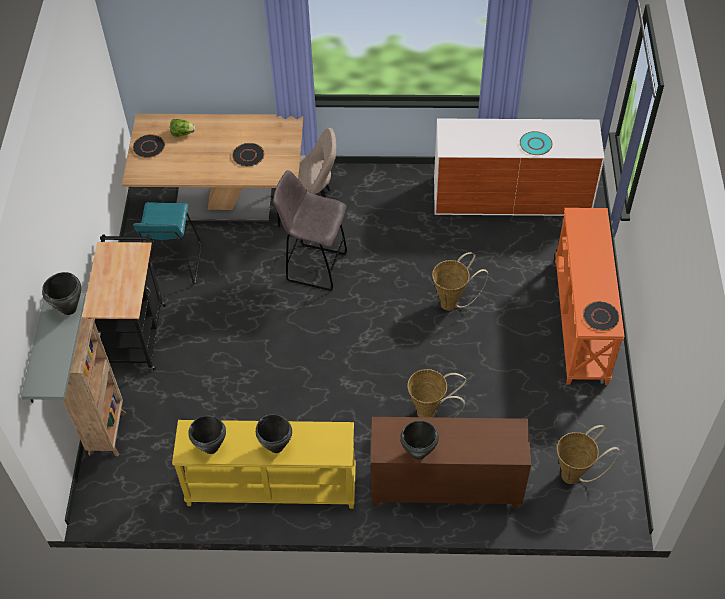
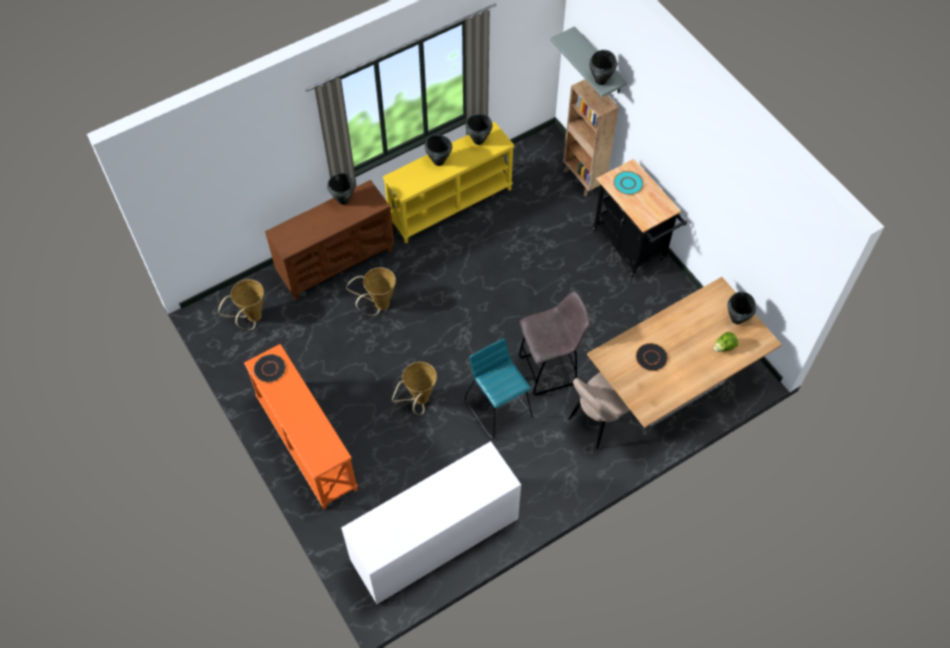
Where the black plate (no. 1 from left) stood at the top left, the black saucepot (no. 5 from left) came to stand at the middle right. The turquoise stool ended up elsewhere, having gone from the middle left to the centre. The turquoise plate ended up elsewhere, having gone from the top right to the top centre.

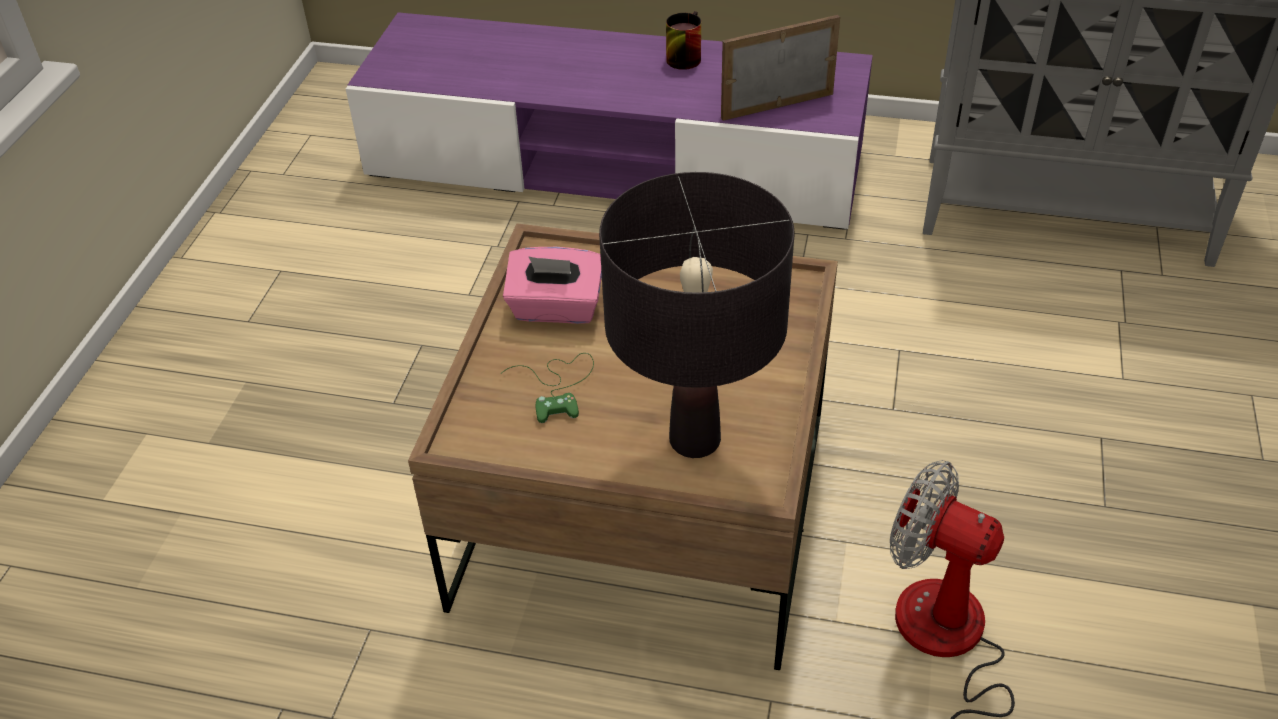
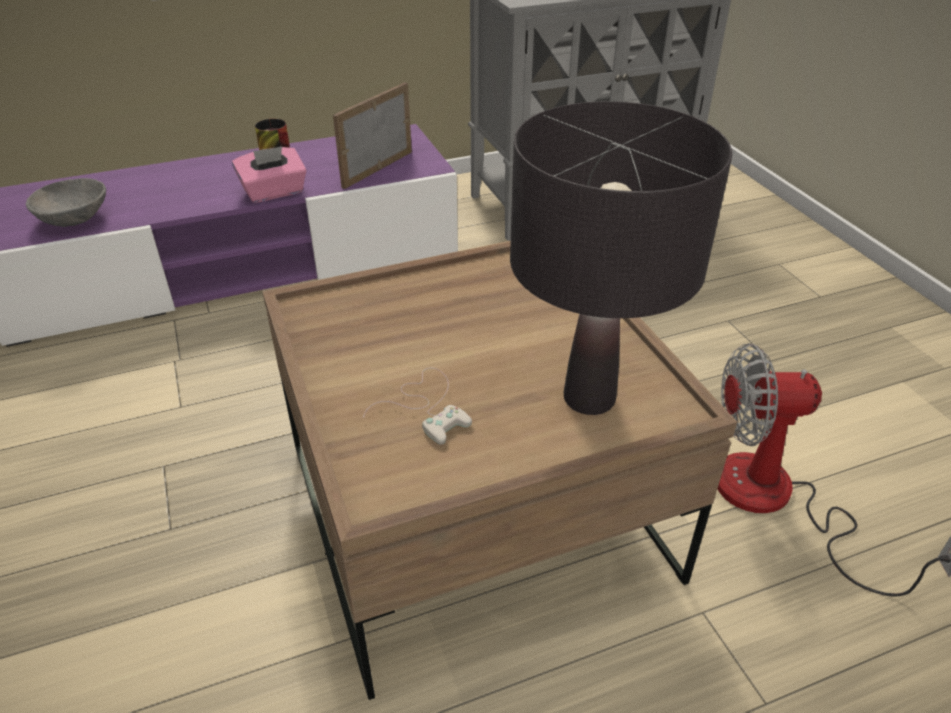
What was the green-coloured game controller at the centre turned into the whitish game controller at the centre. The pink box of tissues ended up elsewhere, having gone from the centre to the top left. The second view gained the gray serving bowl at the top left.

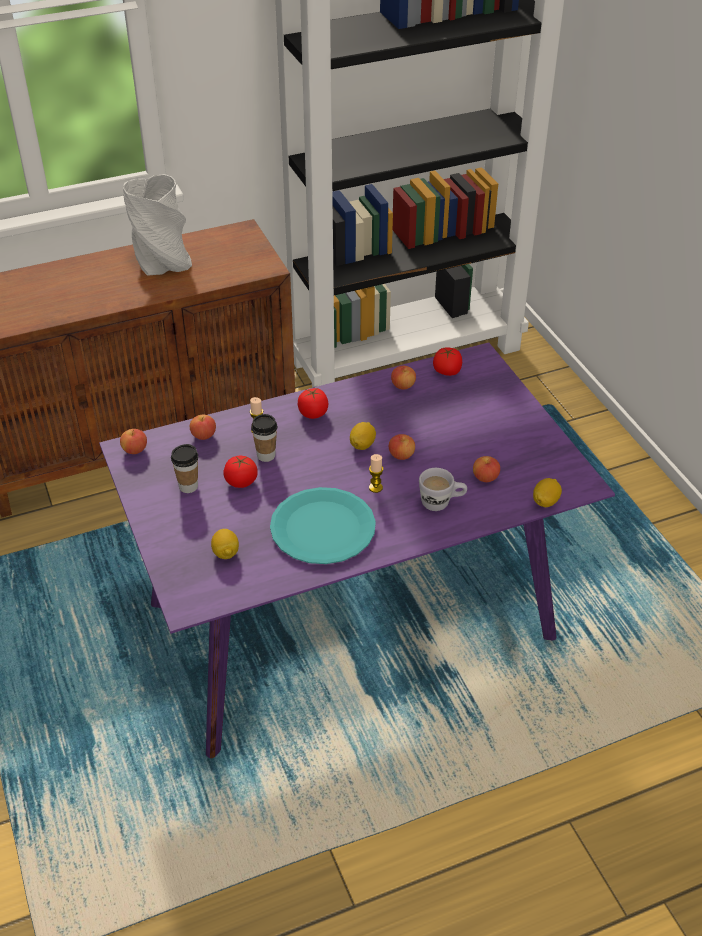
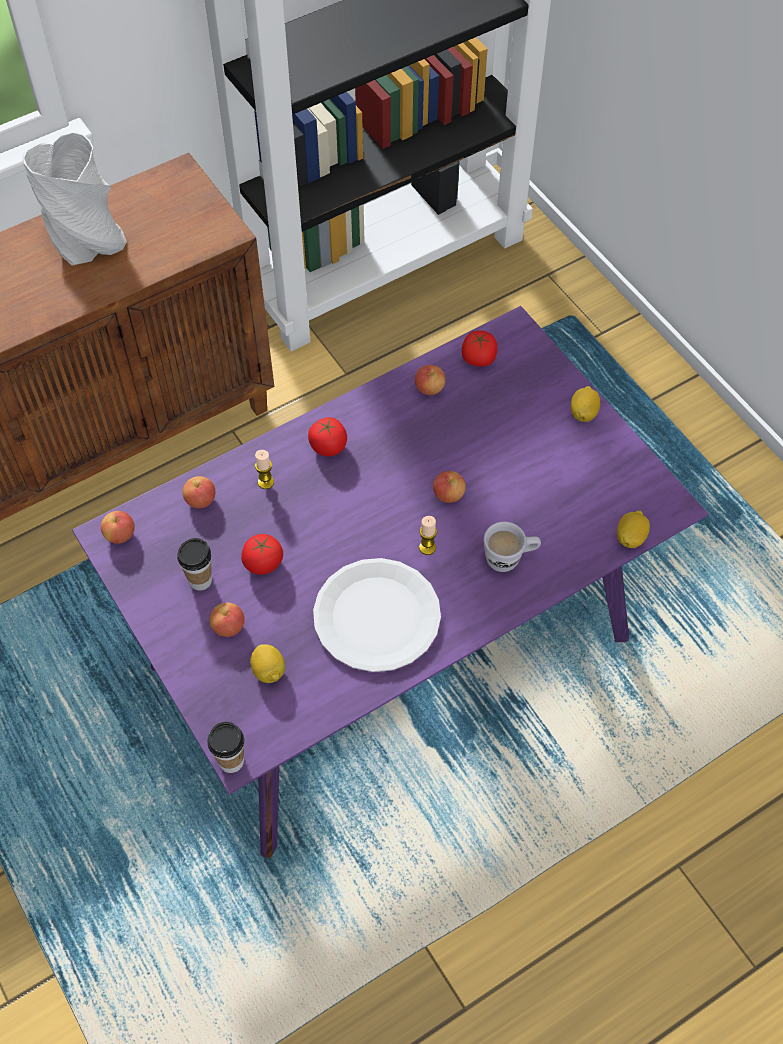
The cup (no. 2 from left) ended up elsewhere, having gone from the centre to the bottom left. What was the turquoise plate at the centre turned into the whitish plate at the centre. The lemon (no. 2 from left) ended up elsewhere, having gone from the centre to the middle right. The apple fruit (no. 5 from left in the first image) ended up elsewhere, having gone from the middle right to the middle left.

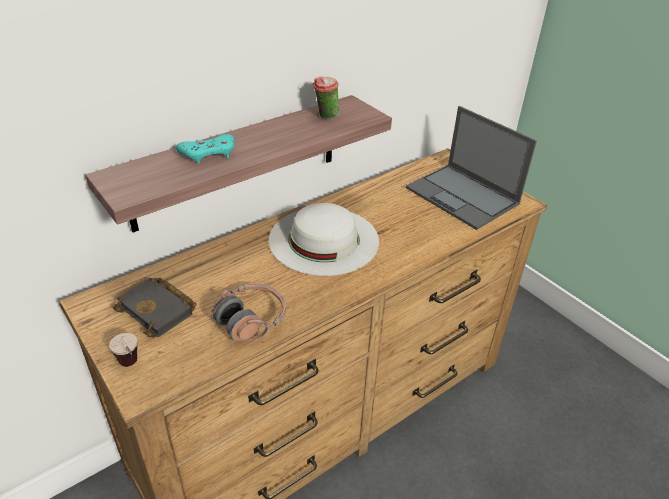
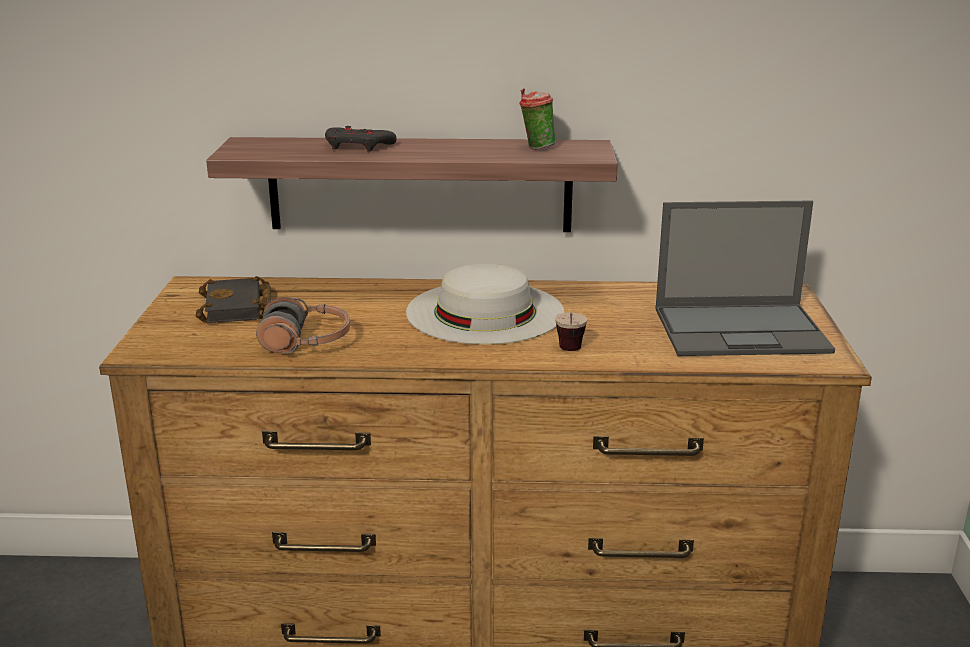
The cup (no. 1 from left in the first image) ended up elsewhere, having gone from the bottom left to the centre. What was the turquoise game controller at the top left turned into the gray game controller at the top centre. The laptop at the middle right ended up facing another way, 90 degrees counterclockwise from before.

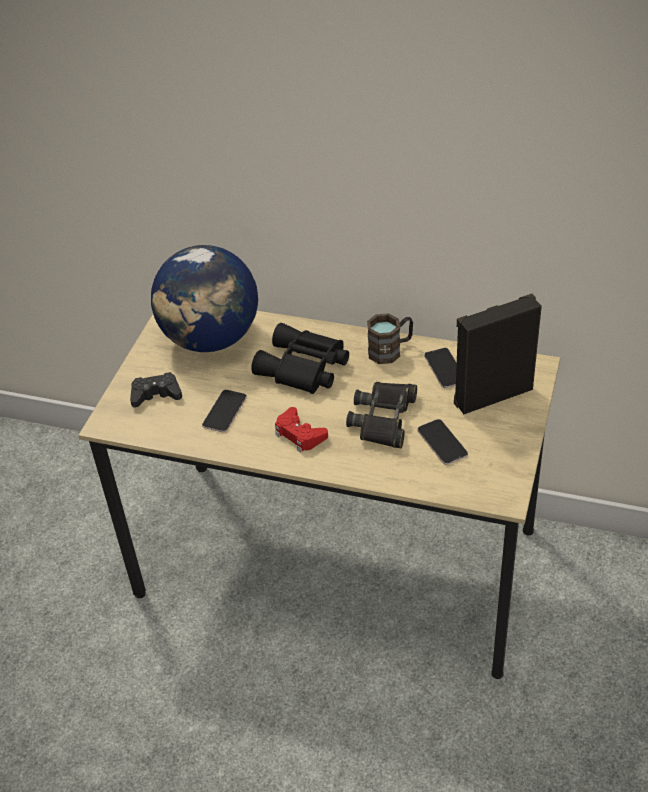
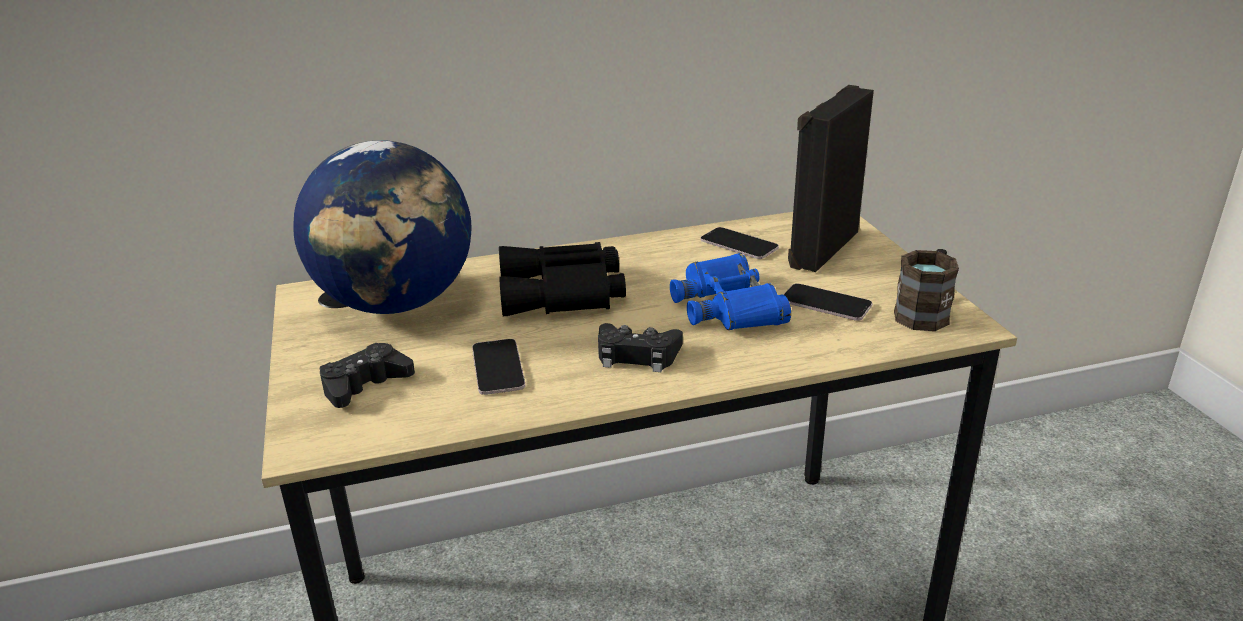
What was the reddish game controller at the centre turned into the black game controller (no. 2 from left) at the centre. What was the black field glasses (no. 2 from left) at the centre turned into the bluish field glasses at the centre. The brown tea mug ended up elsewhere, having gone from the centre to the middle right.

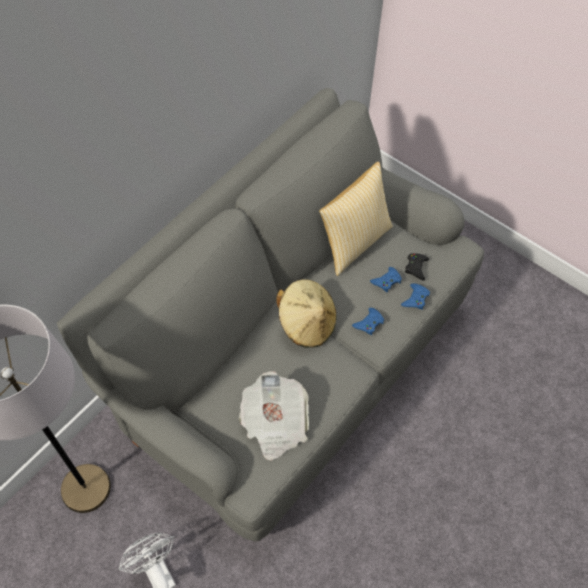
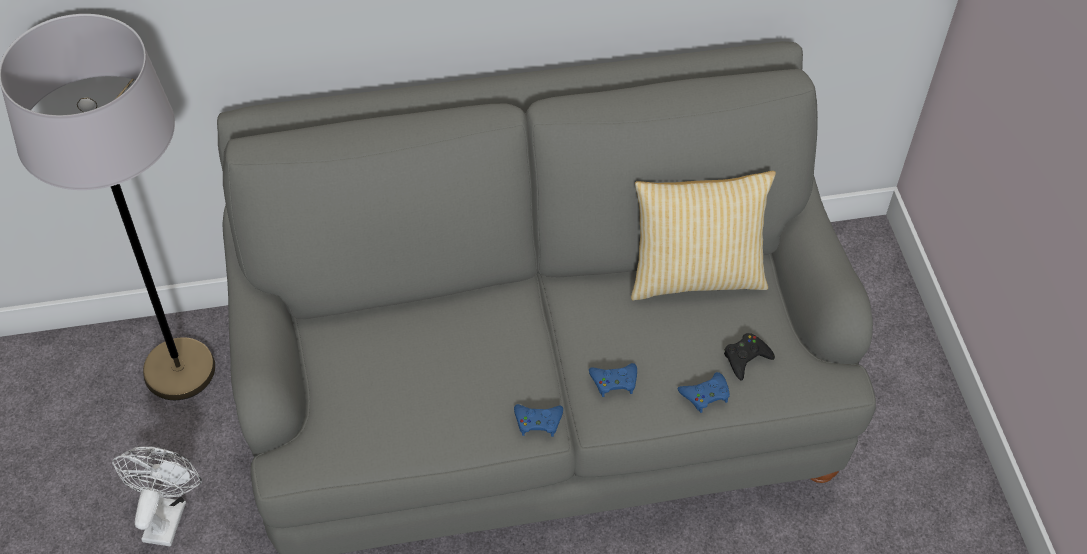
The second view lost the newspaper at the bottom centre. The second view lost the beige wearable hat at the centre. The bluish game controller (no. 2 from left in the first image) ended up elsewhere, having gone from the centre to the bottom centre.

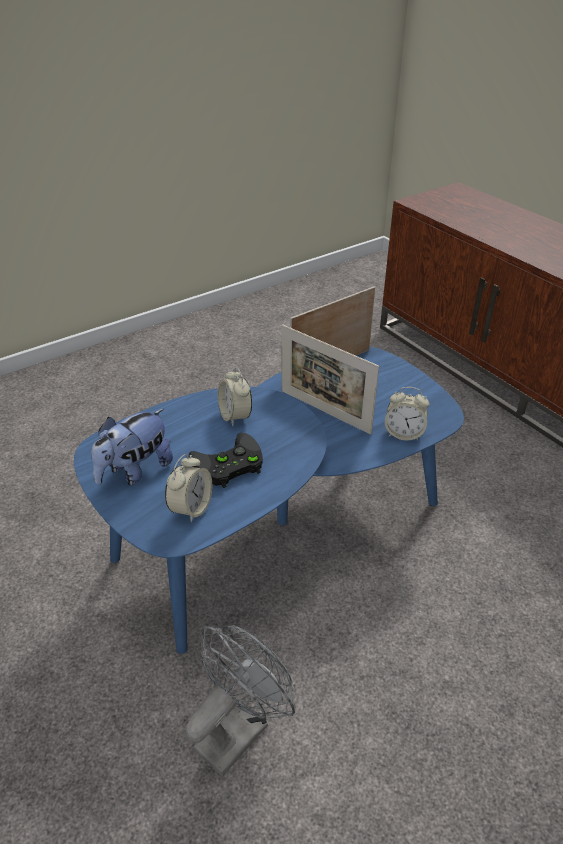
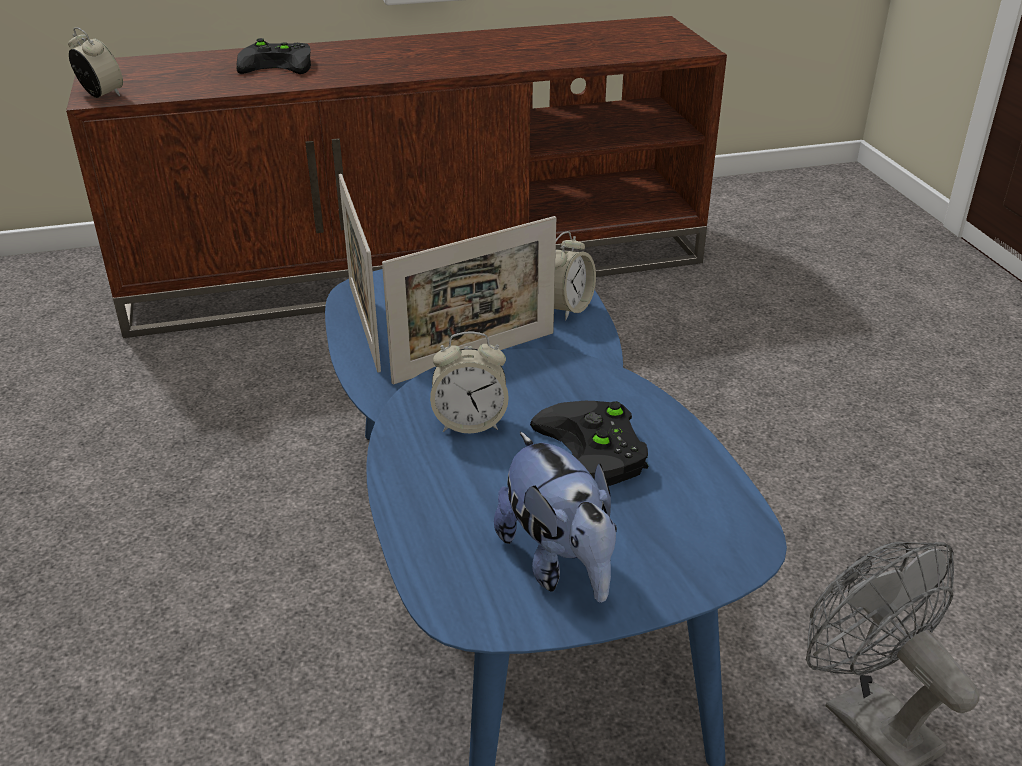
The table clock (no. 1 from left) ended up elsewhere, having gone from the centre to the top left. The second view gained the black game controller (no. 1 from left) at the top left.

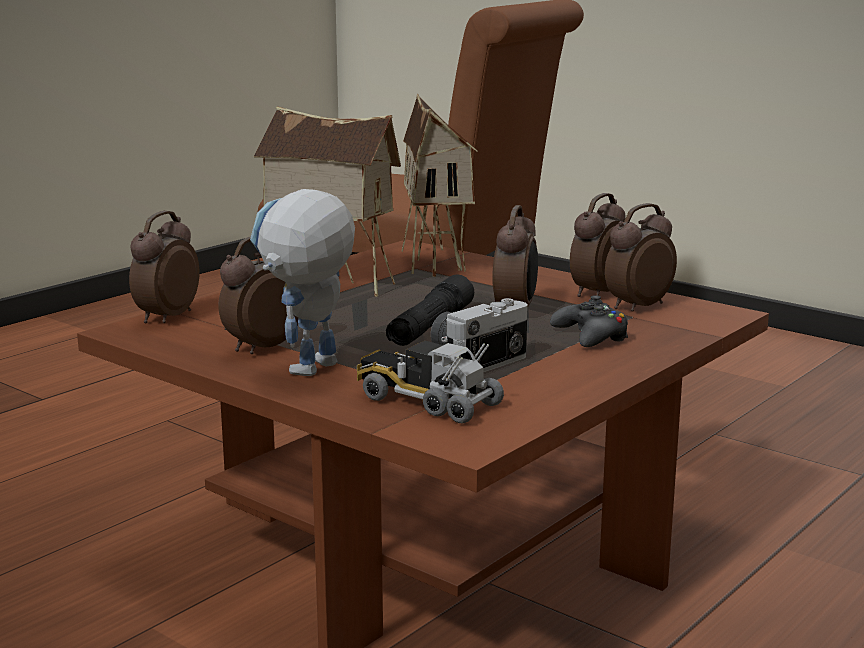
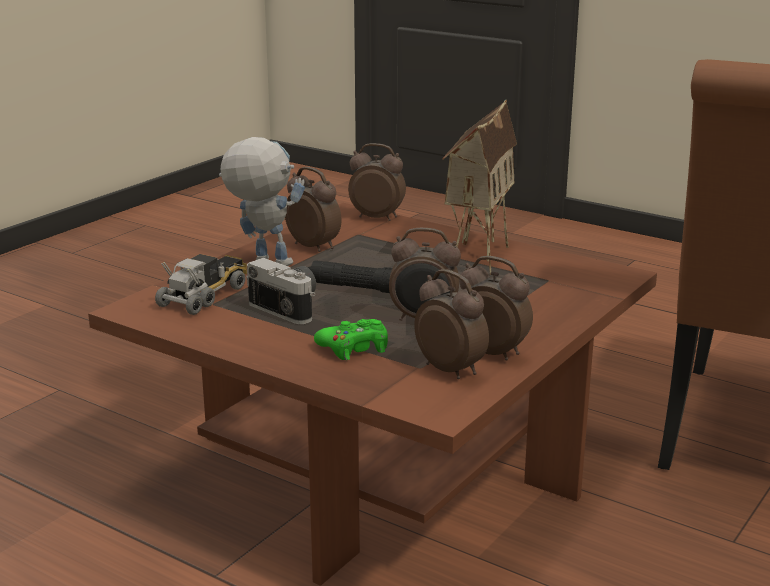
The second view lost the miniature house (no. 2 from left) at the top centre. What was the black game controller at the middle right turned into the green-coloured game controller at the centre.

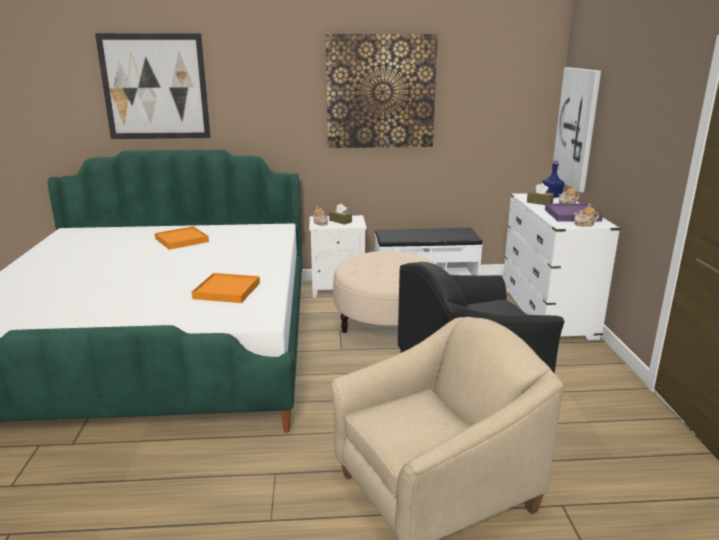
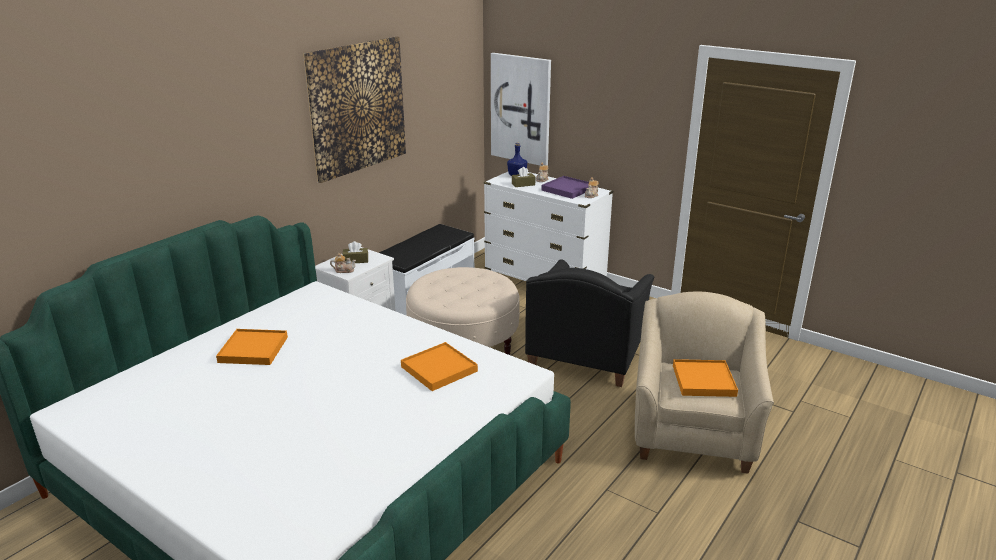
The second view lost the wall picture (no. 1 from left) at the top left. The second view gained the orange tray (no. 3 from left) at the bottom right.

